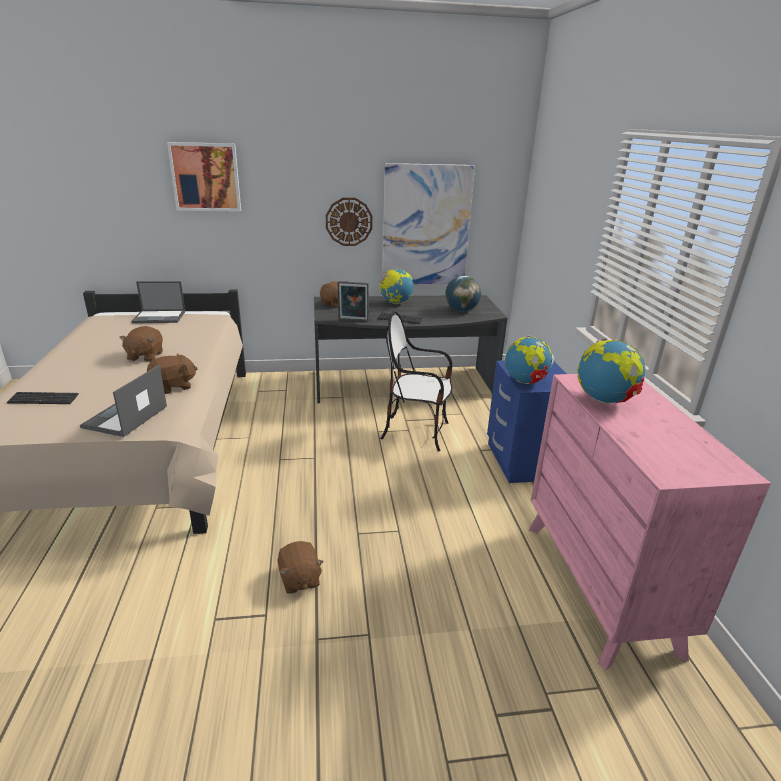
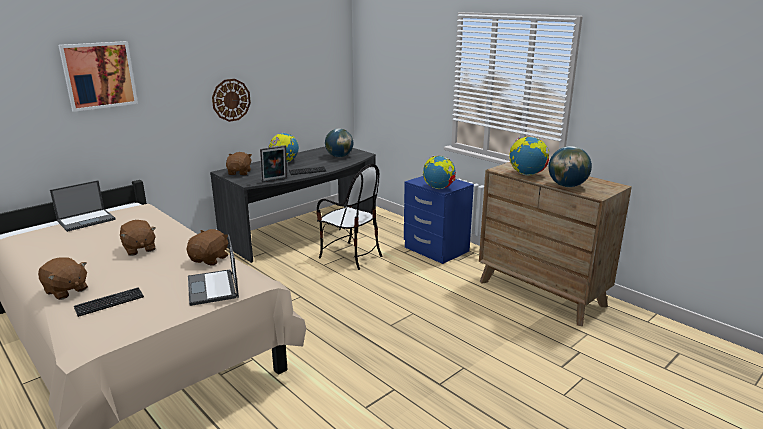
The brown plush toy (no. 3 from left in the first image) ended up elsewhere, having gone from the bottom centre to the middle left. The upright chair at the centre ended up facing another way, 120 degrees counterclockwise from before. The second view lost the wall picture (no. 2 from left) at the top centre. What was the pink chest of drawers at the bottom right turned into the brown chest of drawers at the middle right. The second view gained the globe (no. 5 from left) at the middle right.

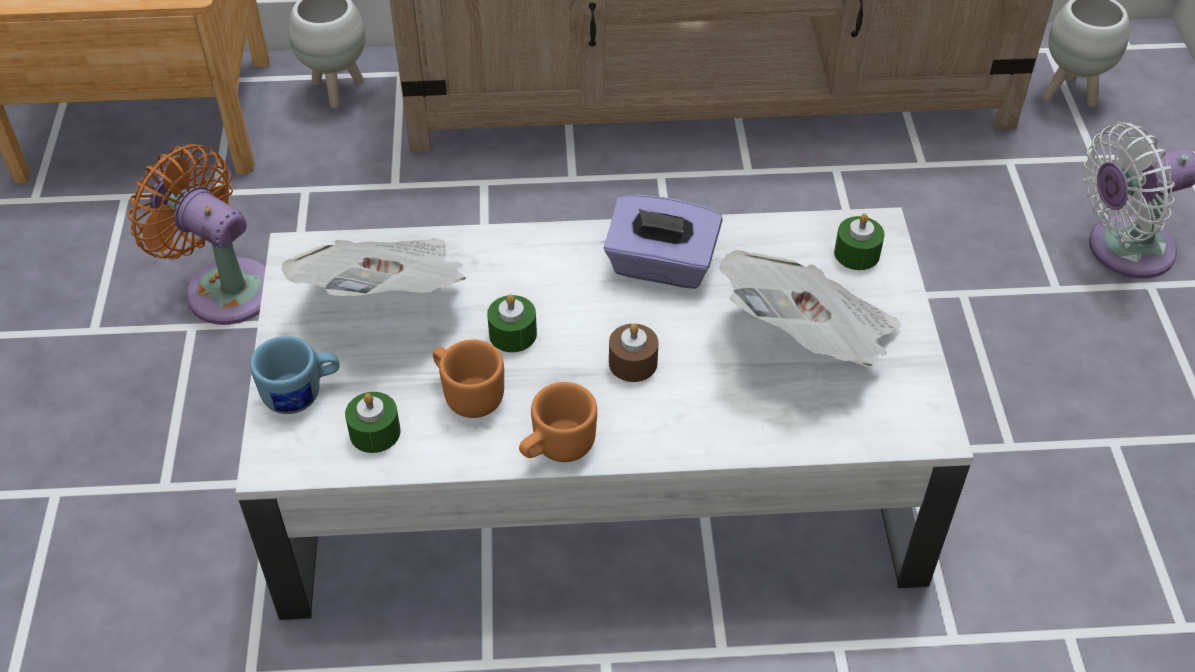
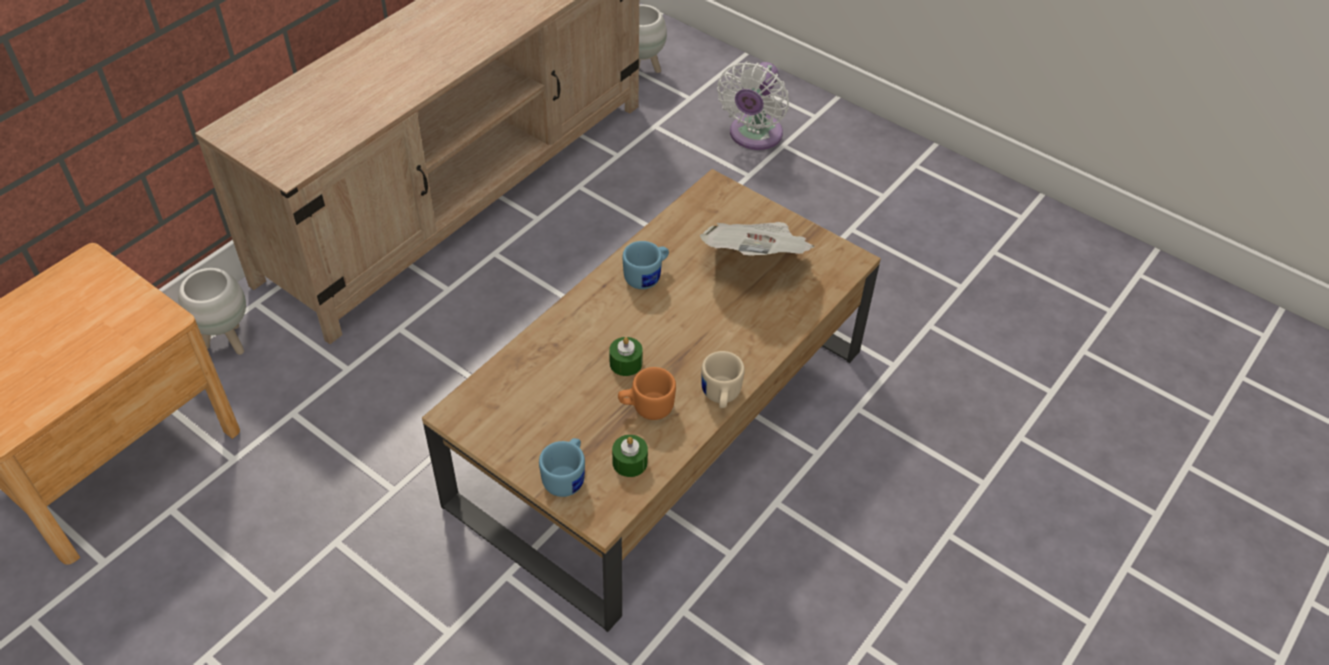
The second view lost the orange electric fan at the middle left. What was the whitish lounge table at the centre turned into the brown lounge table at the centre. The second view lost the newspaper (no. 1 from left) at the middle left. What was the orange tea mug (no. 2 from left) at the centre turned into the beige tea mug at the centre. Where the purple box of tissues stood at the centre, the bluish tea mug (no. 2 from left) came to stand at the centre. The second view lost the brown wax light at the centre. The second view lost the green-coloured wax light (no. 3 from left) at the middle right.

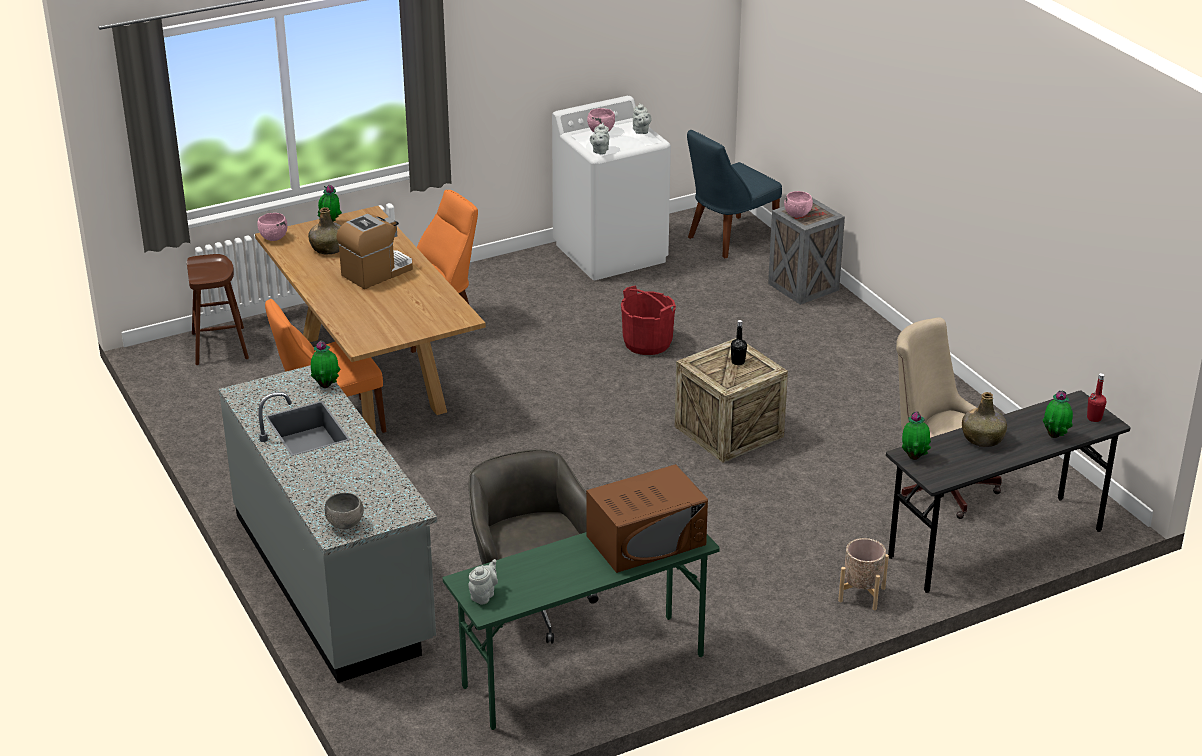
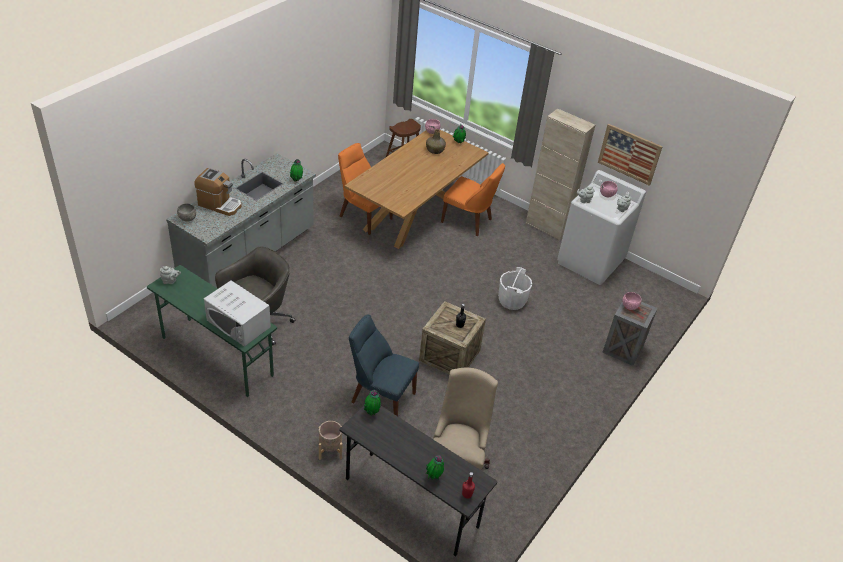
The coffee machine ended up elsewhere, having gone from the top left to the middle left. What was the brown microwave at the bottom centre turned into the whitish microwave at the middle left. What was the reddish bucket at the centre turned into the whitish bucket at the centre. The bluish upright chair ended up elsewhere, having gone from the top centre to the centre. The second view lost the green-coloured beverage bottle (no. 2 from left) at the middle right. The second view gained the beige cabinet at the top centre. The second view gained the wall picture at the top right.

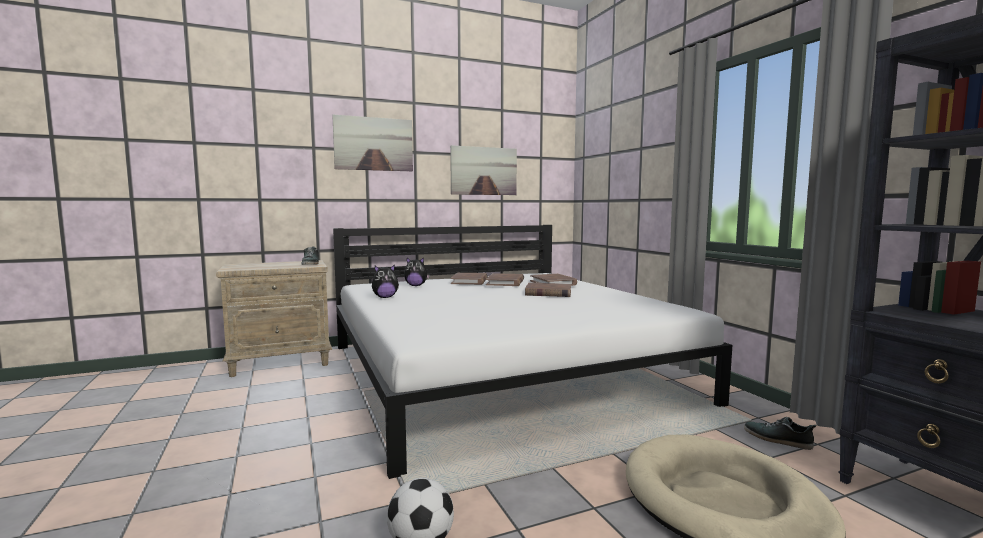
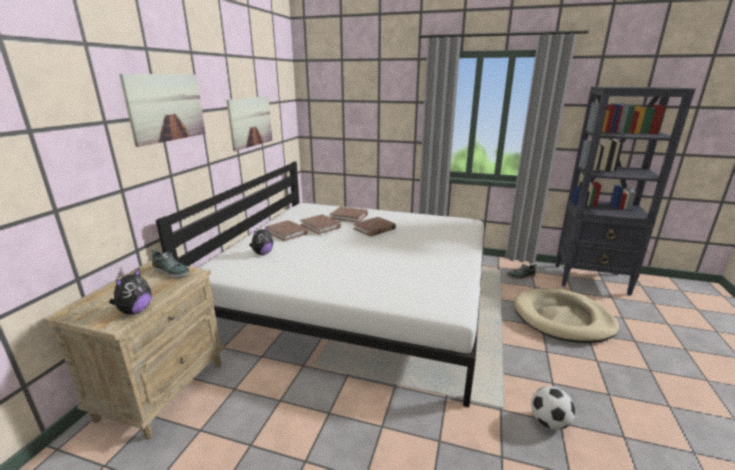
The plush toy (no. 1 from left) ended up elsewhere, having gone from the centre to the middle left.

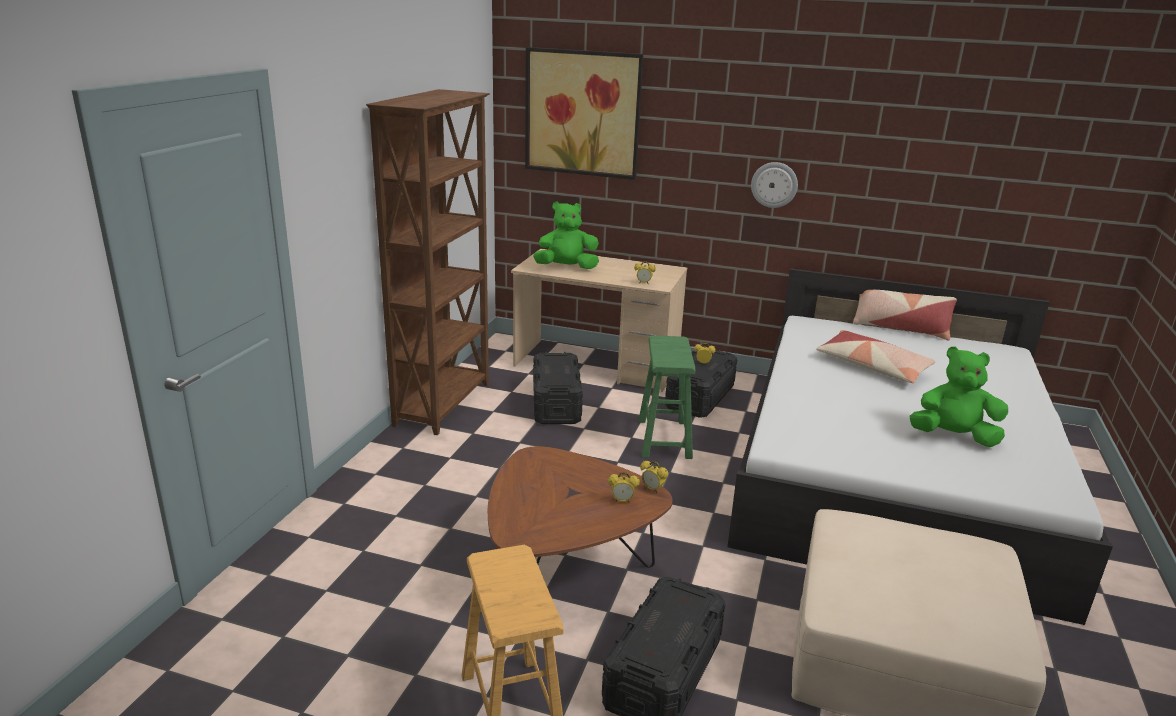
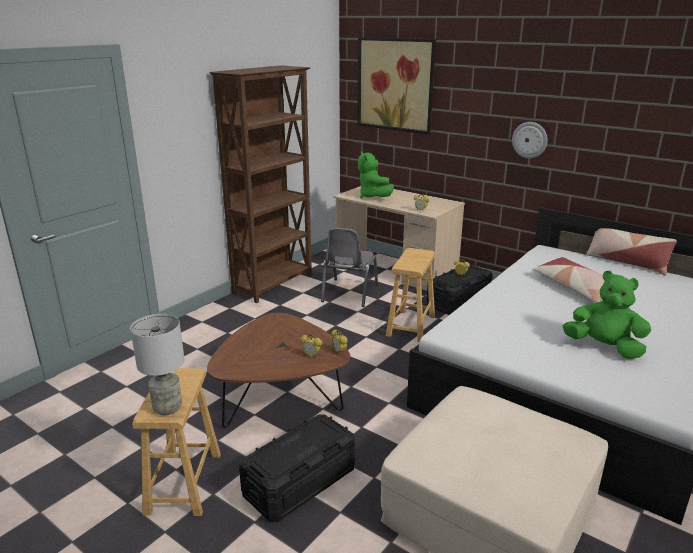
The green-coloured plush toy (no. 1 from left) at the top centre ended up facing another way, 120 degrees counterclockwise from before. Where the black storage bin (no. 1 from left) stood at the centre, the gray upright chair came to stand at the centre. What was the green-coloured stool at the centre turned into the brown stool (no. 2 from left) at the centre. The second view gained the gray tabletop lamp at the middle left.

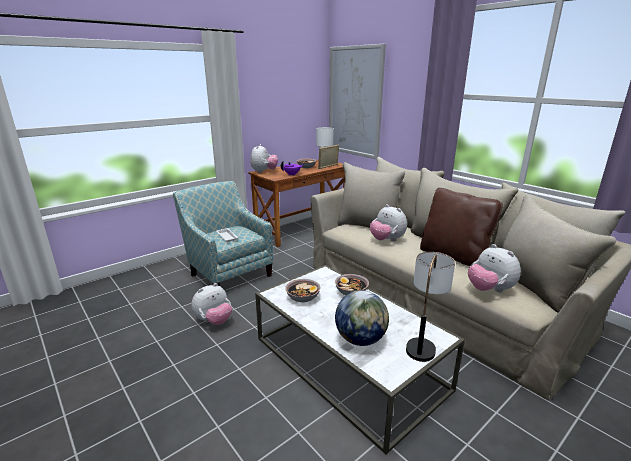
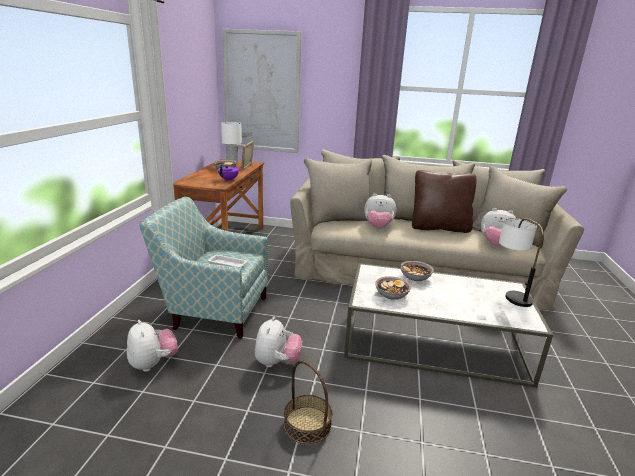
The plush toy (no. 2 from left in the first image) ended up elsewhere, having gone from the centre to the bottom left. The second view lost the globe at the bottom centre. The second view gained the storage basket at the bottom centre.

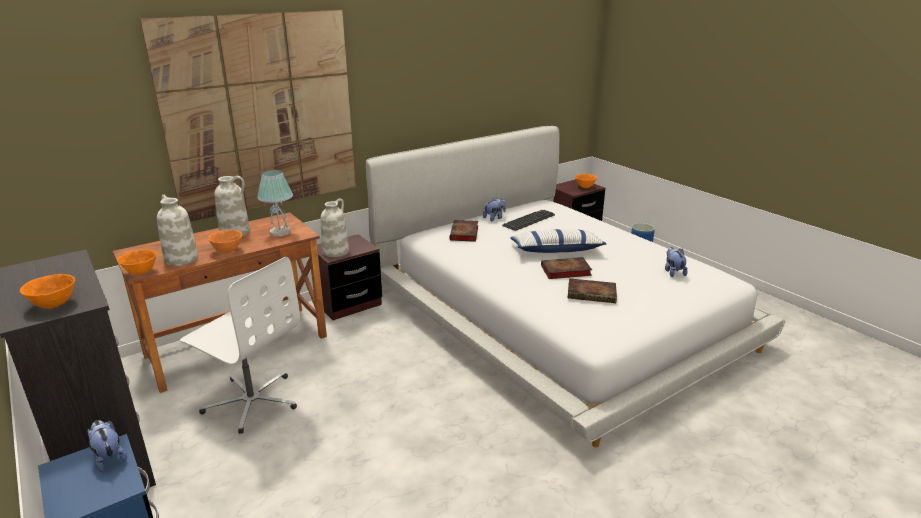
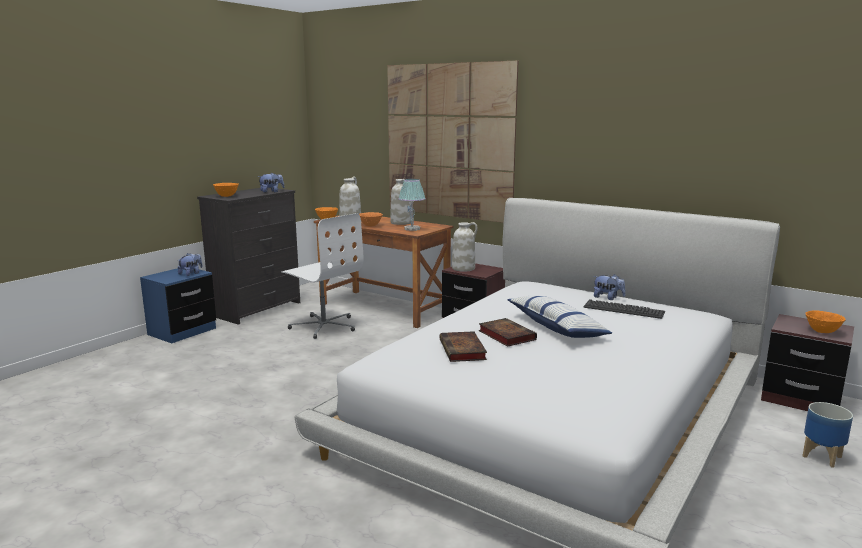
The whitish computer chair at the middle left ended up facing another way, 60 degrees counterclockwise from before. The second view lost the book (no. 1 from left) at the centre. The plush toy (no. 3 from left in the first image) ended up elsewhere, having gone from the middle right to the middle left.

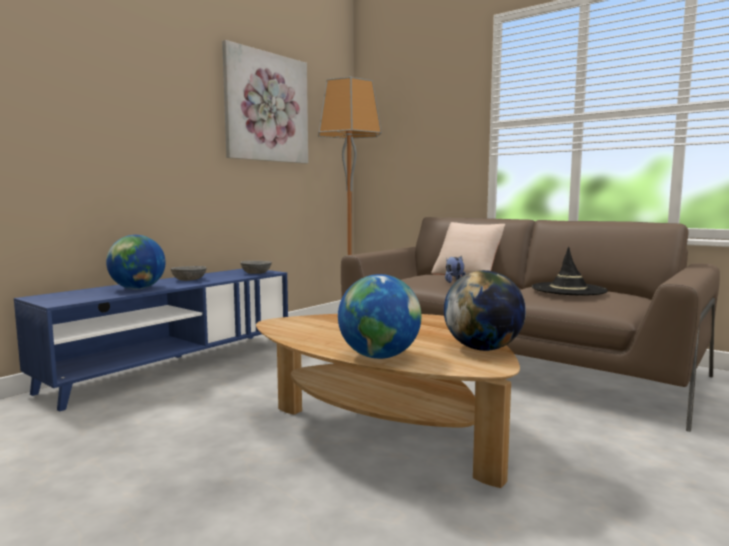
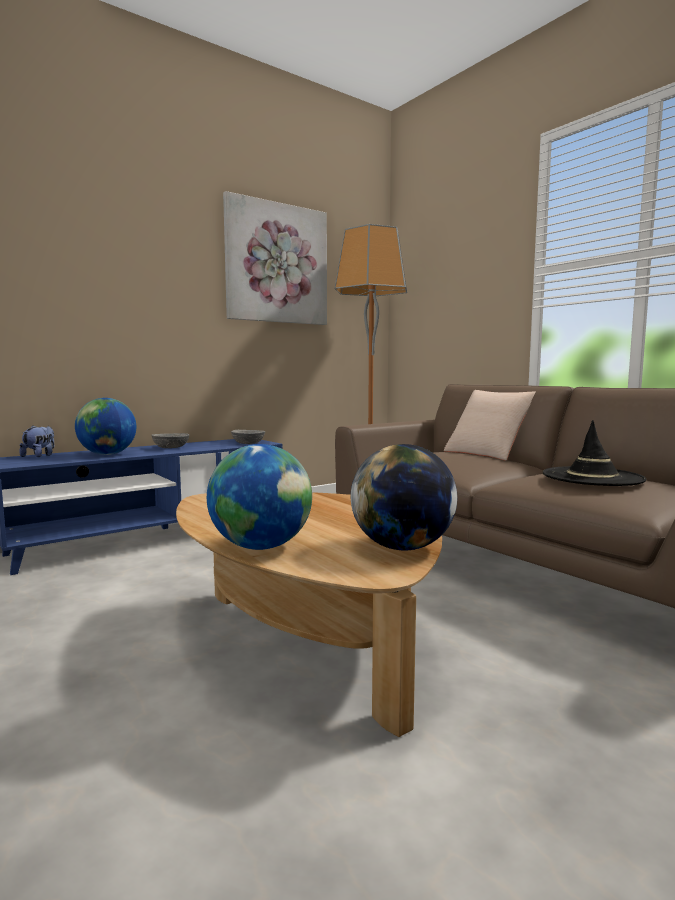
The plush toy ended up elsewhere, having gone from the centre to the middle left.

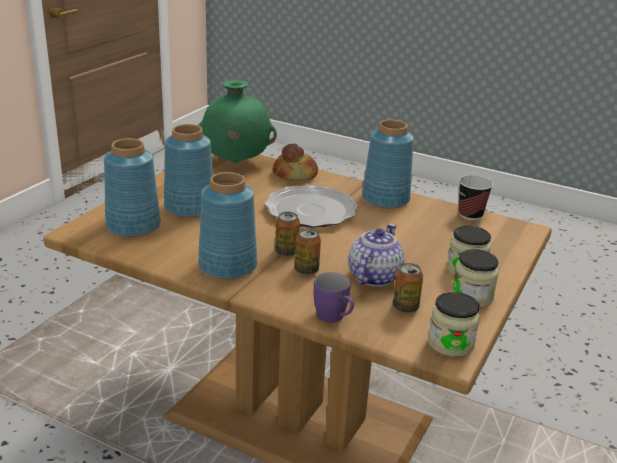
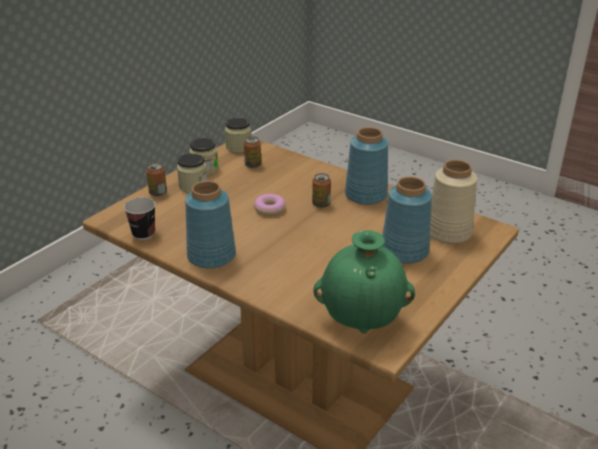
What was the bluish flower vase (no. 1 from left) at the middle left turned into the beige flower vase at the middle right. The second view lost the plate at the centre. The second view lost the bakery bread at the centre. The can (no. 2 from left in the first image) ended up elsewhere, having gone from the centre to the middle left. The second view lost the purple tea mug at the centre. The second view lost the teapot at the centre. The second view gained the ring doughnut at the centre.

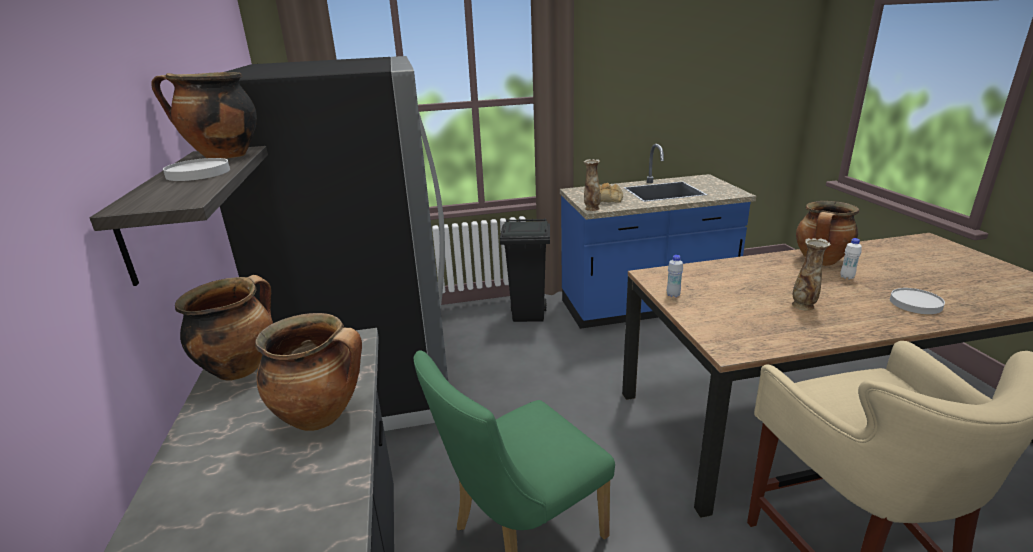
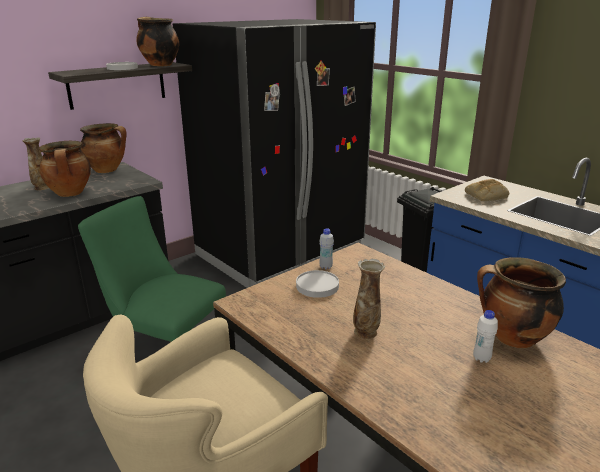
The flower vase (no. 1 from left) ended up elsewhere, having gone from the centre to the middle left. The whitish plate (no. 2 from left) ended up elsewhere, having gone from the middle right to the centre.

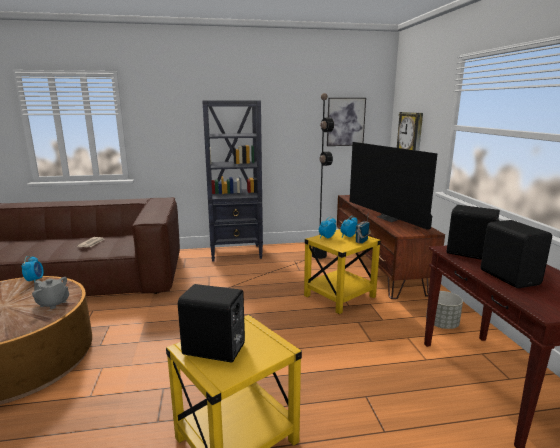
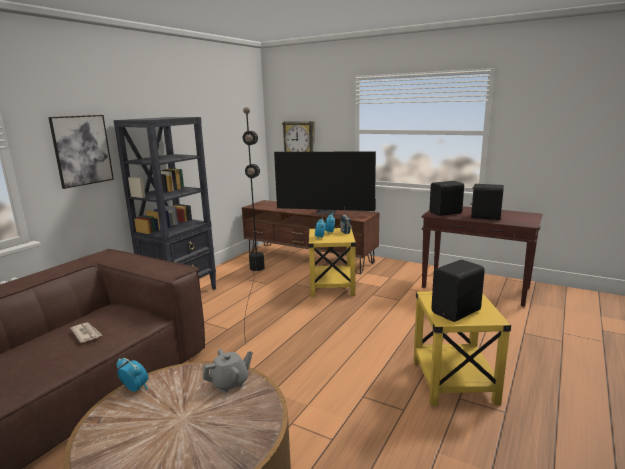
The wall picture ended up elsewhere, having gone from the top centre to the top left. The second view lost the gray flower pot at the bottom right.

